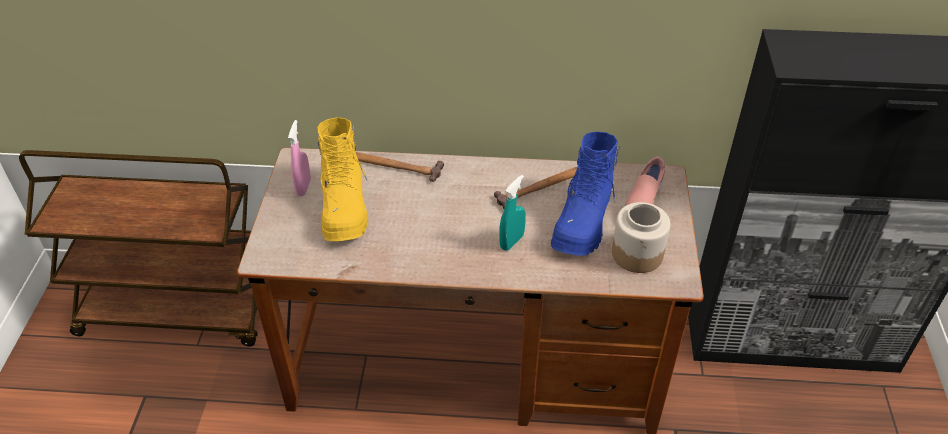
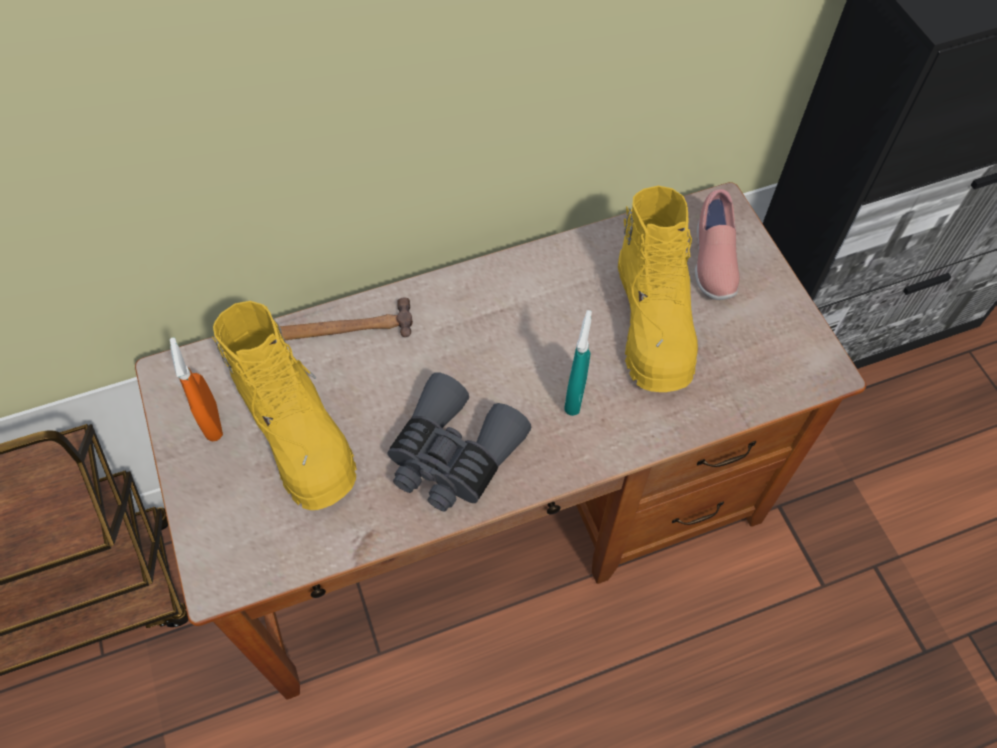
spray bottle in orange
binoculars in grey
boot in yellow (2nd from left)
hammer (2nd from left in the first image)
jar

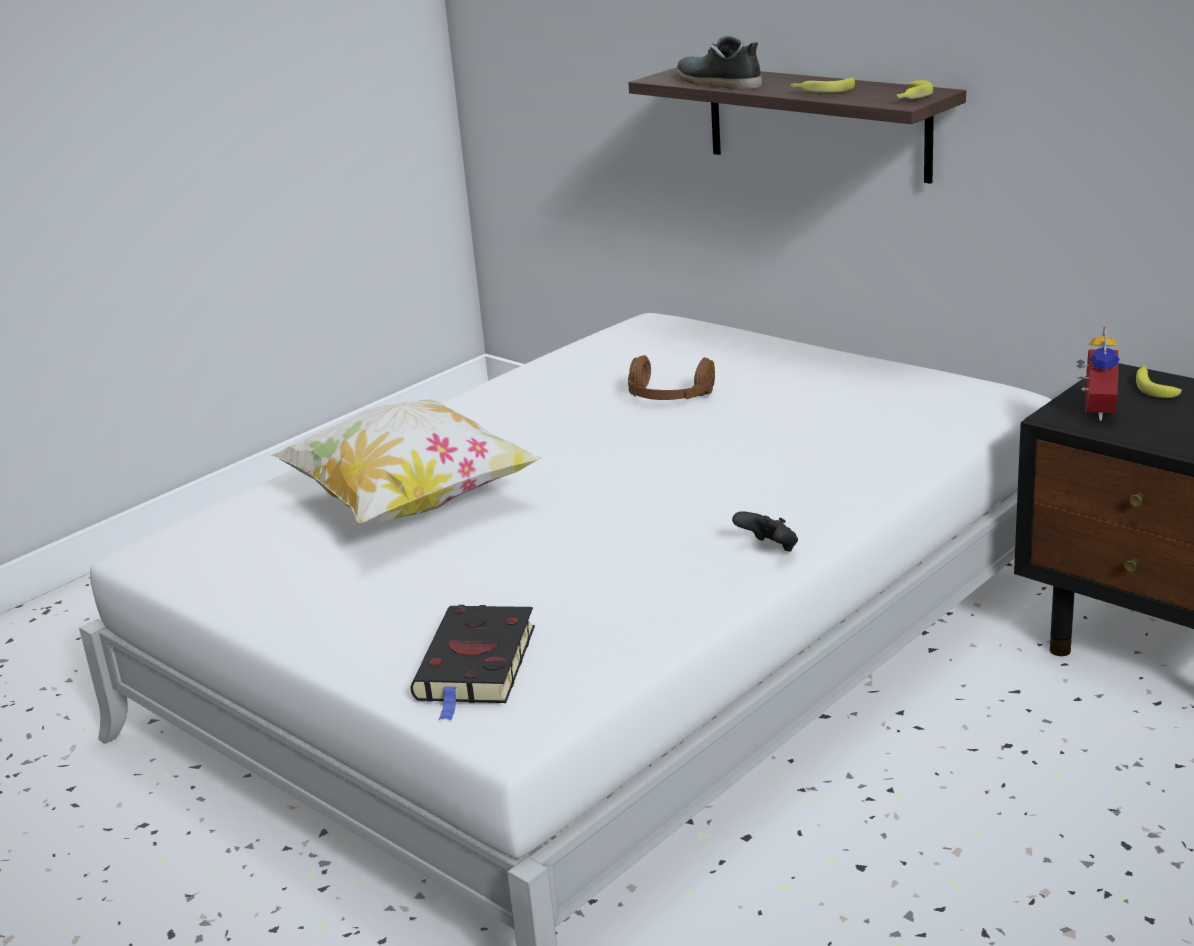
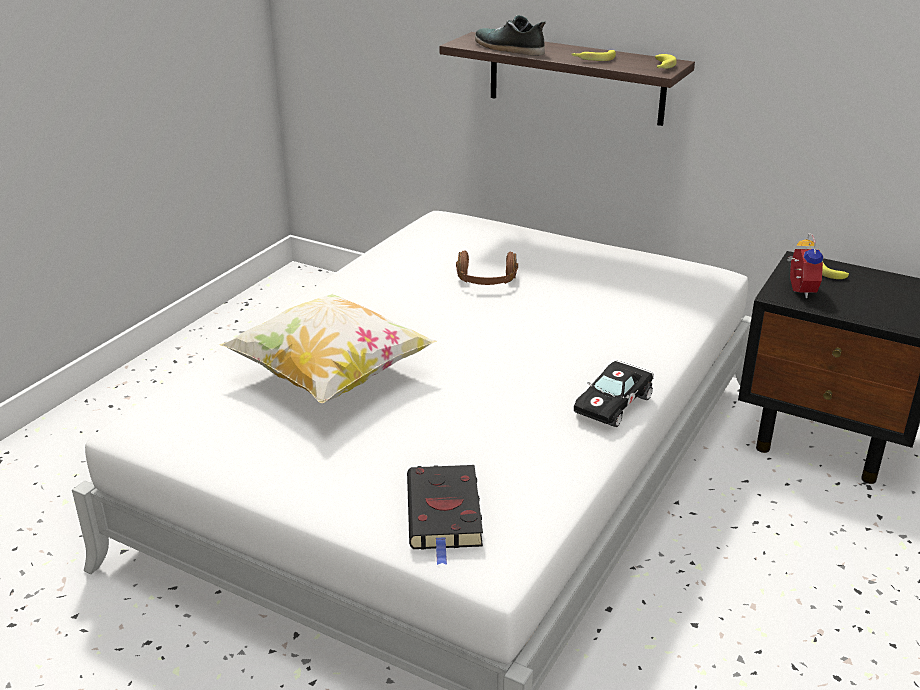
toy car in black

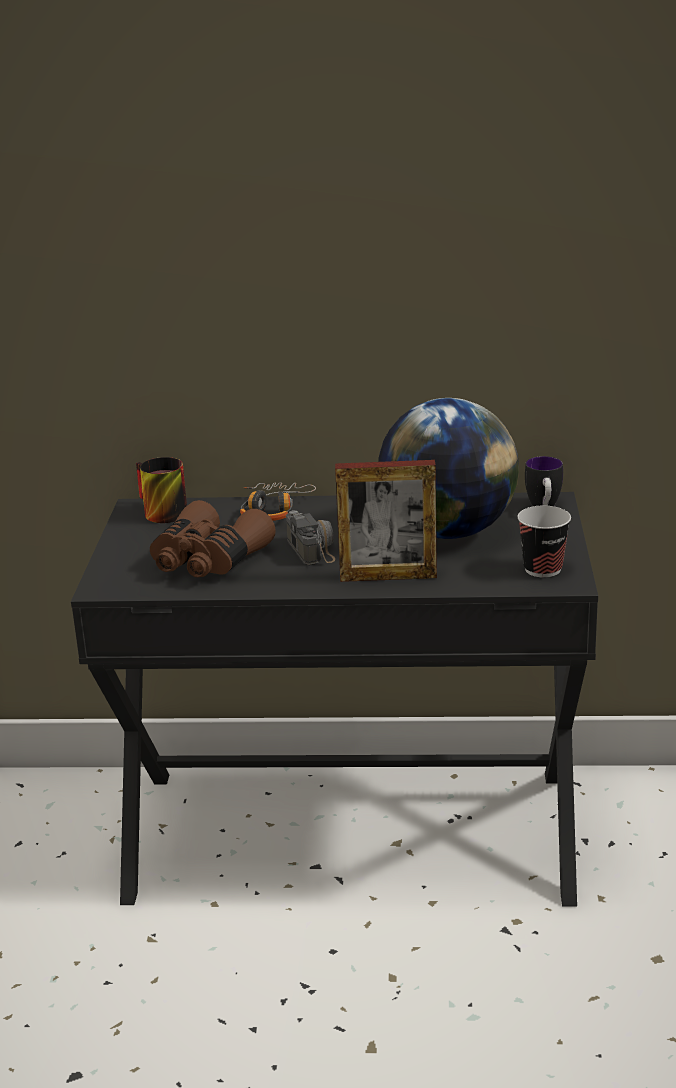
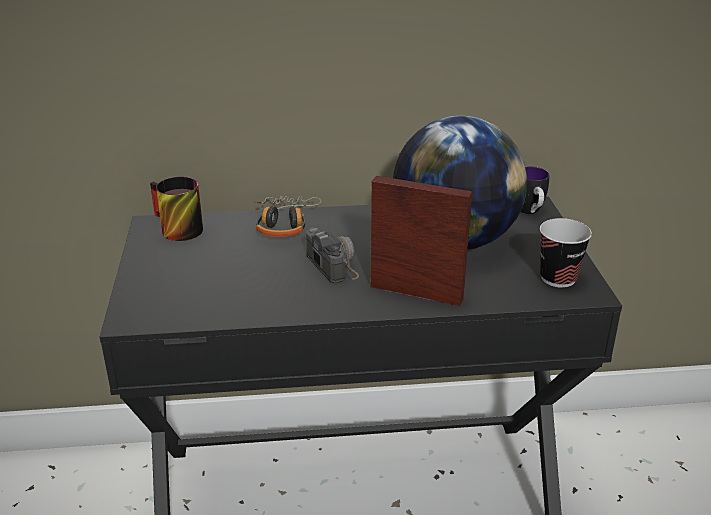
picture frame
binoculars in brown

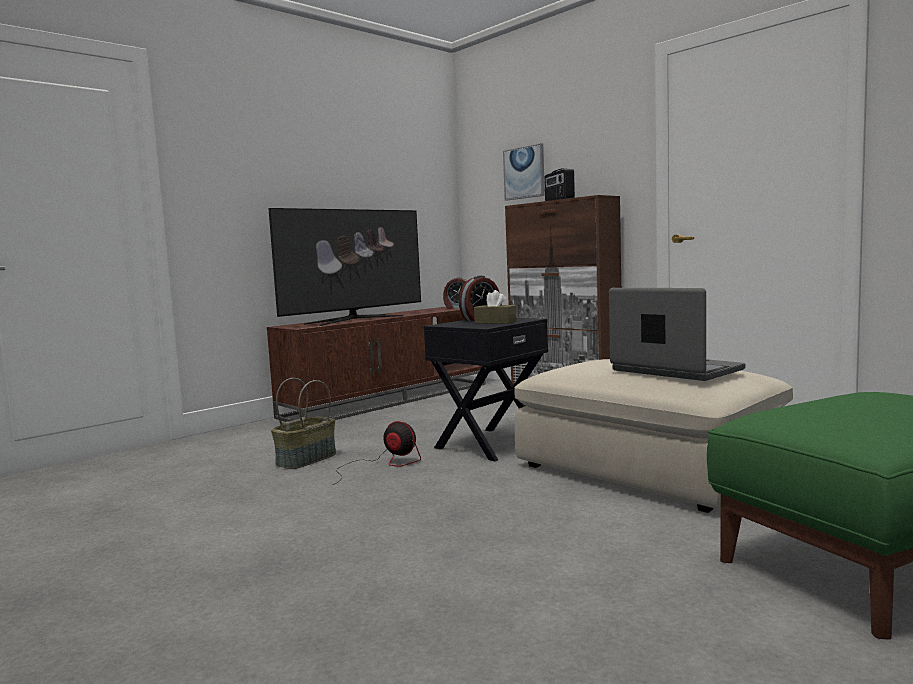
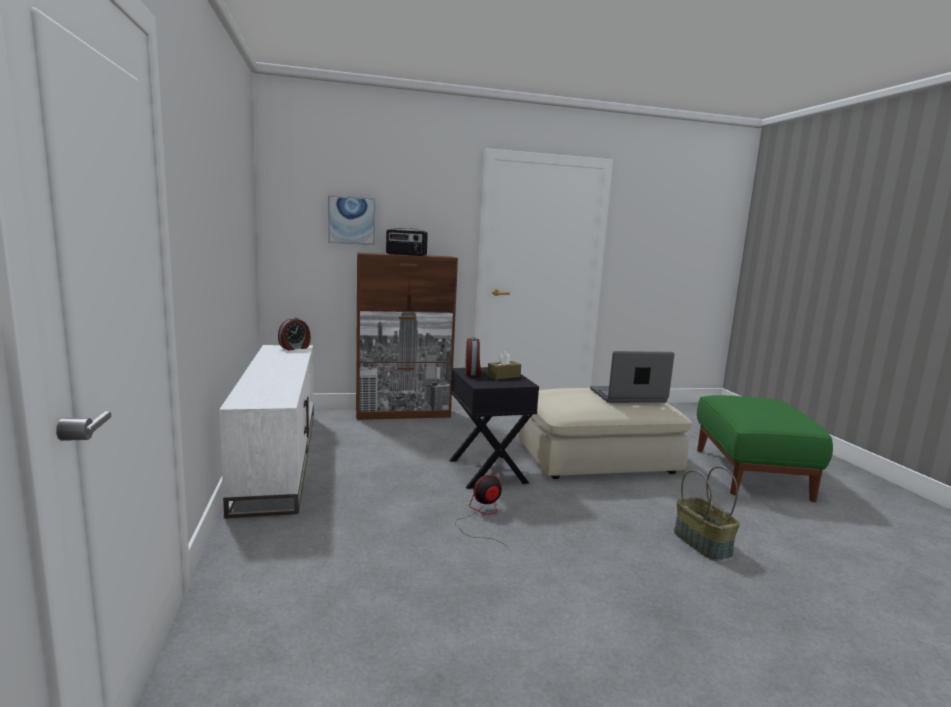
tv stand in white
basket
television

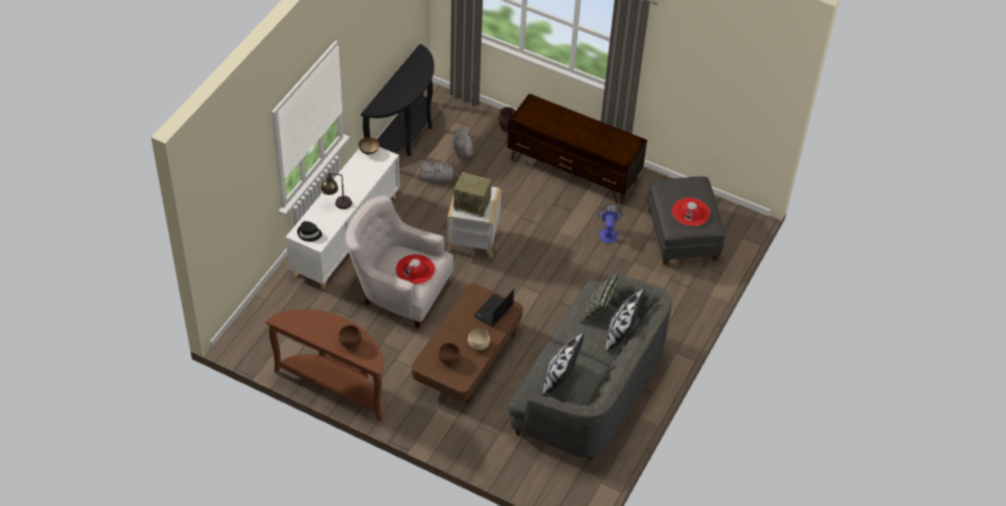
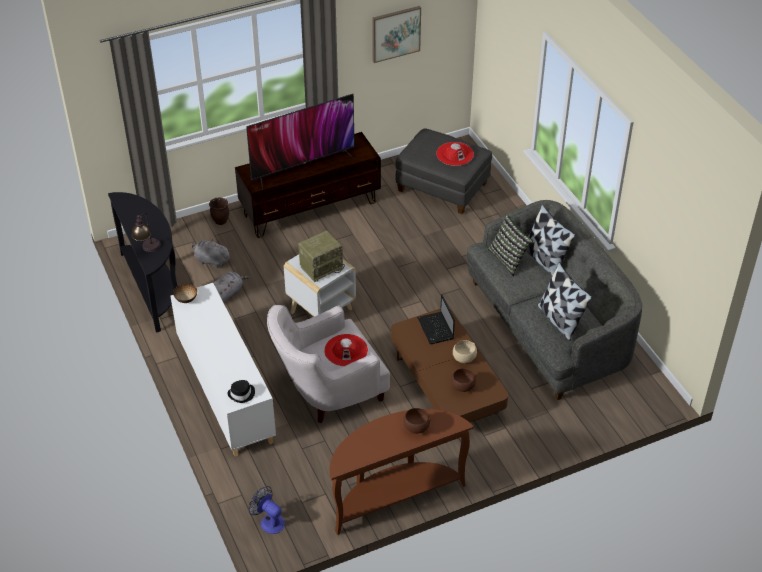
table lamp
television
fan
picture

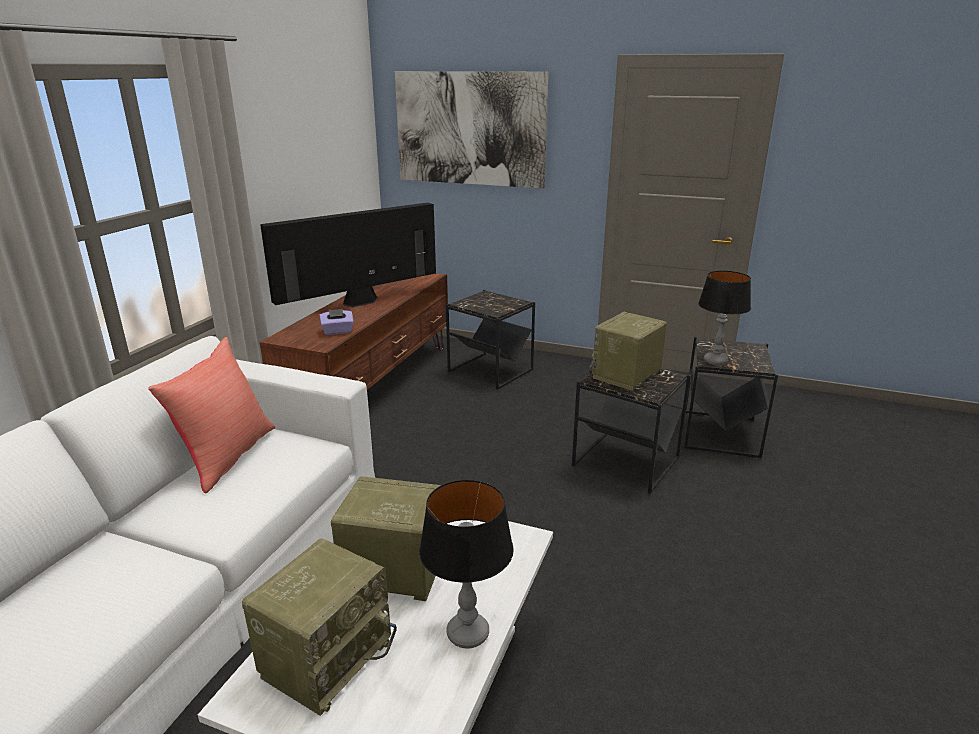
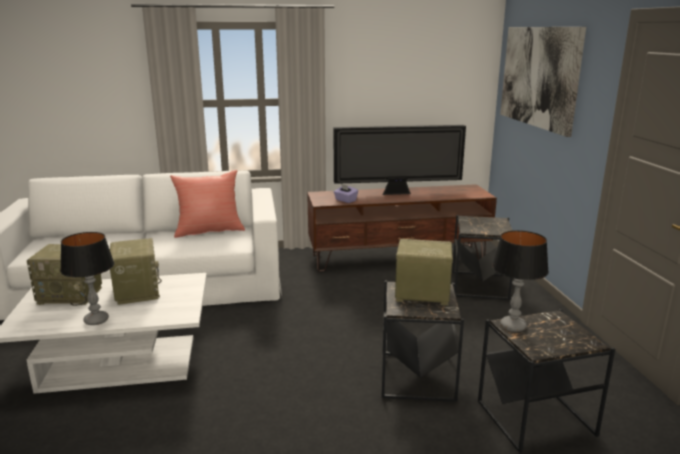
television

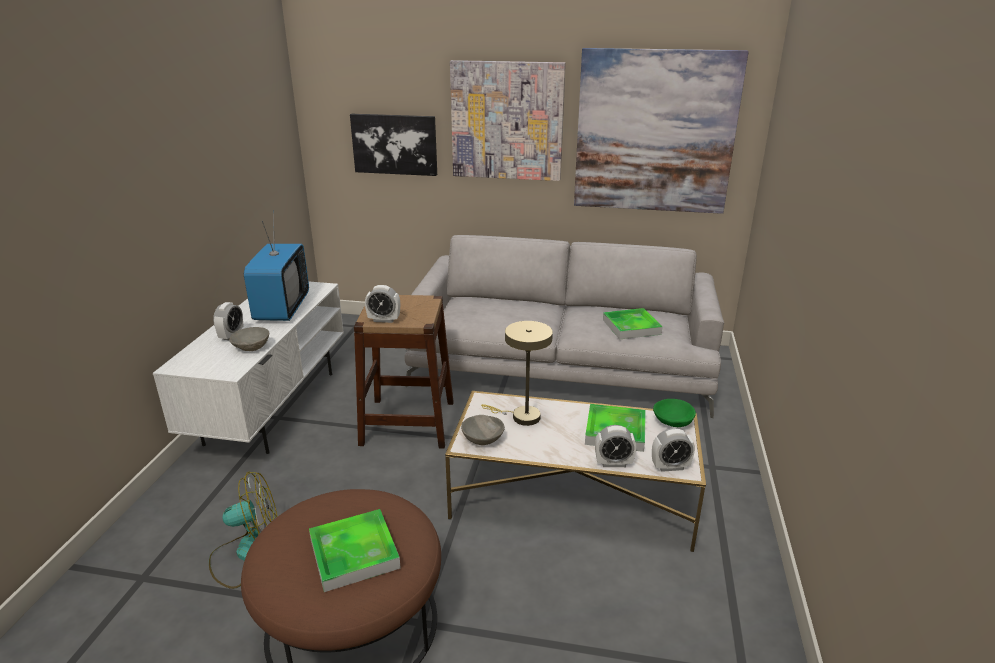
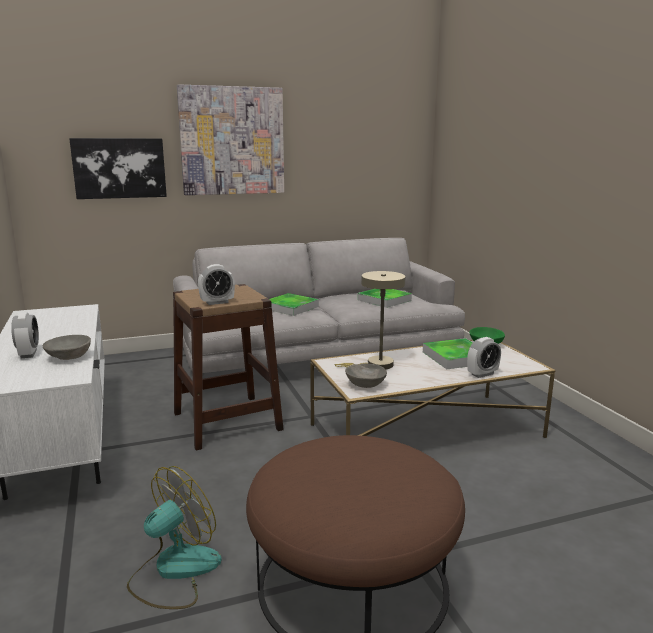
tray (1st from left)
television
picture (3rd from left in the first image)
alarm clock (4th from left in the first image)

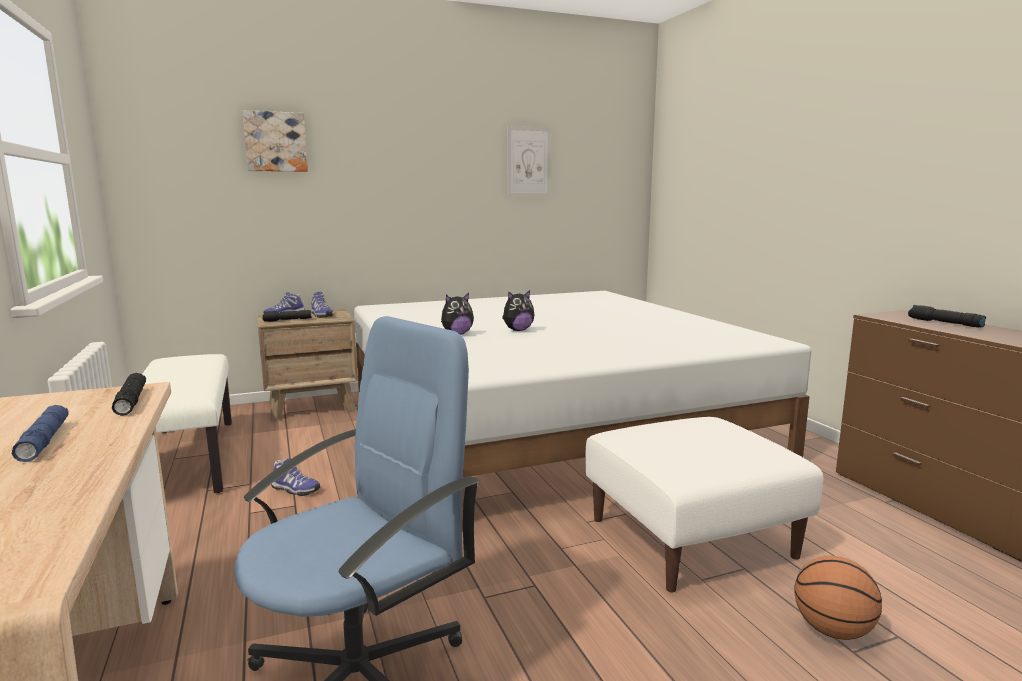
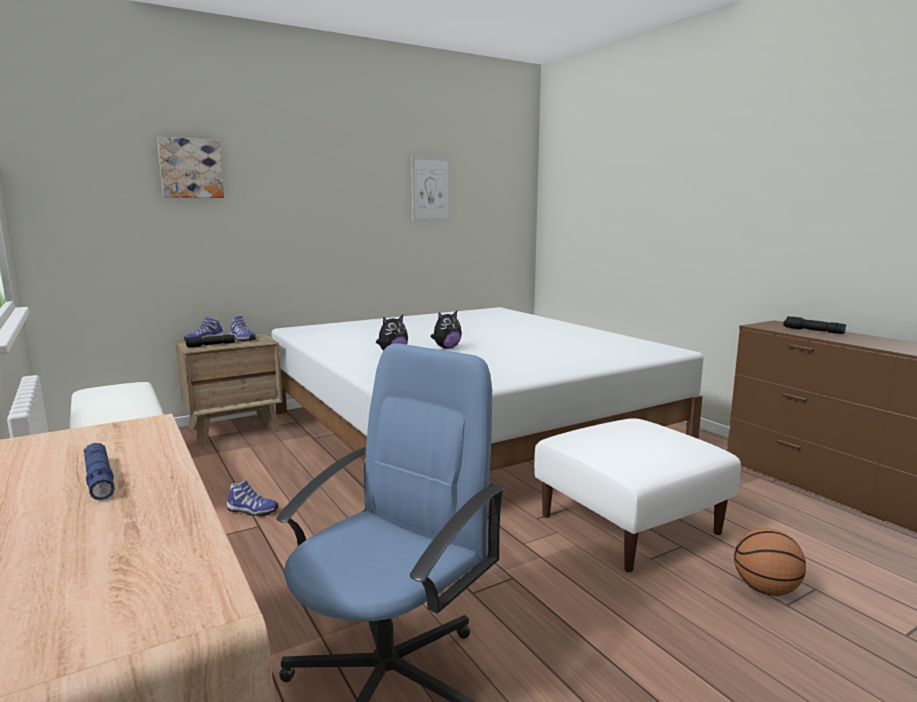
flashlight in black (1st from left in the first image)

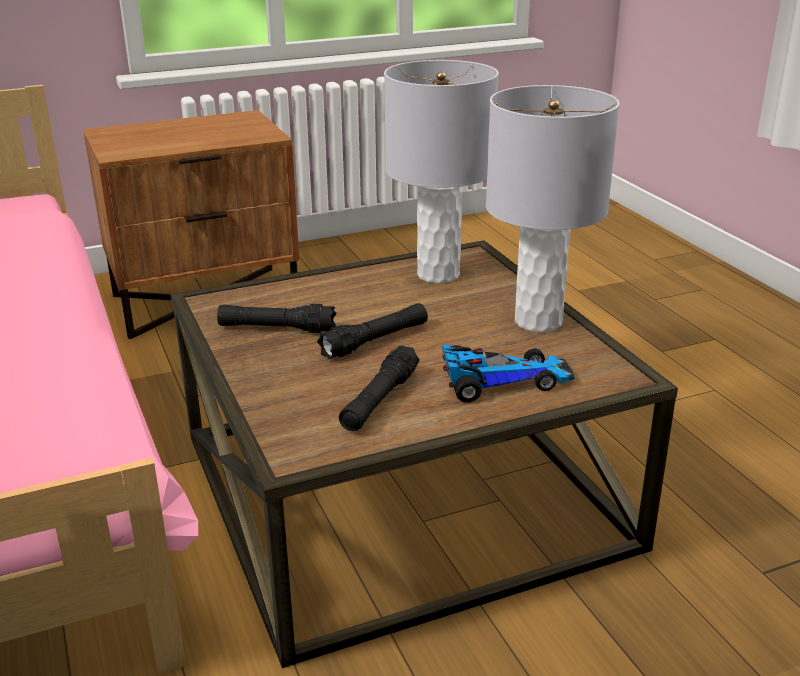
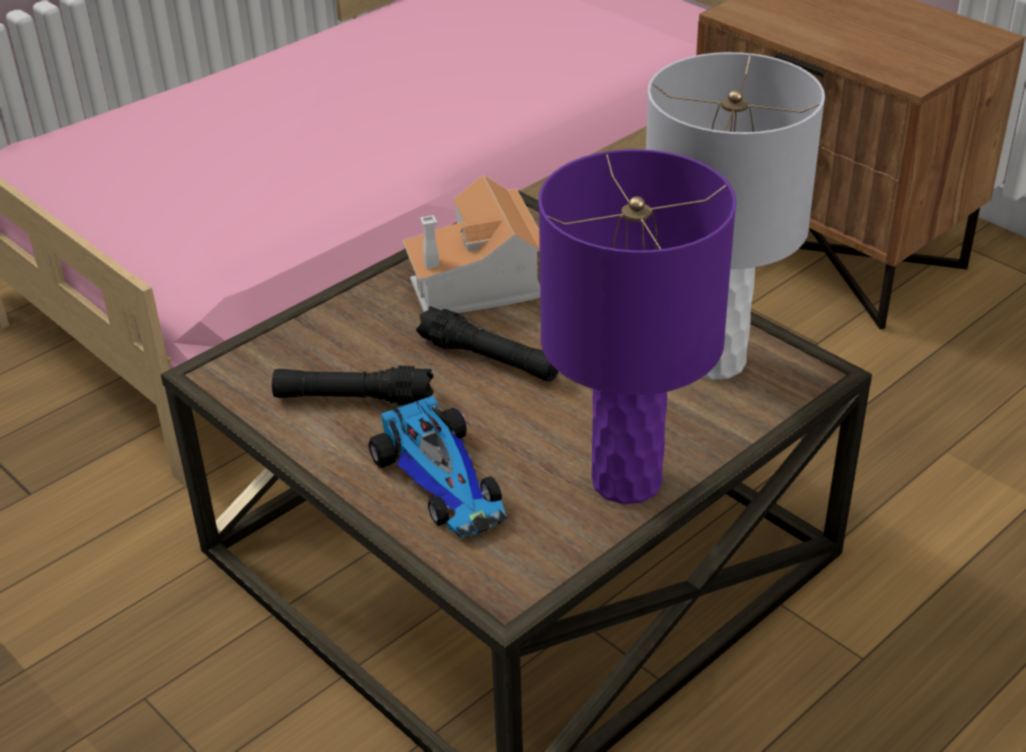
toy house
table lamp in purple

